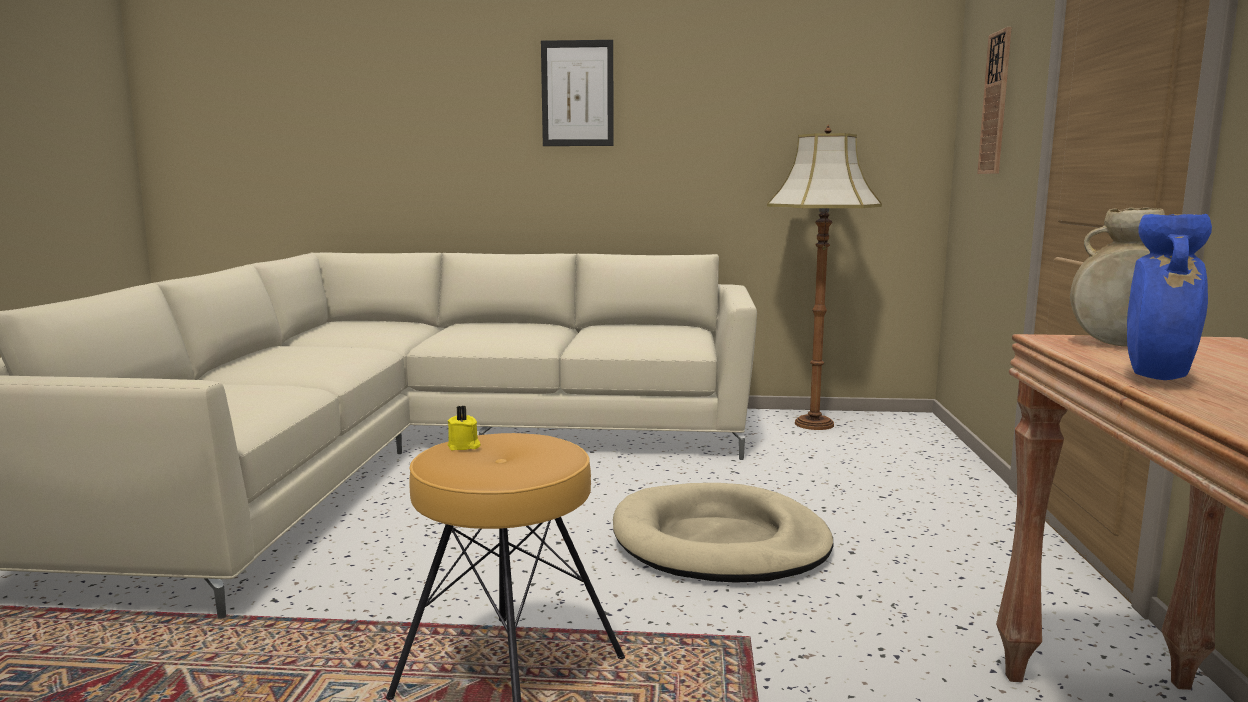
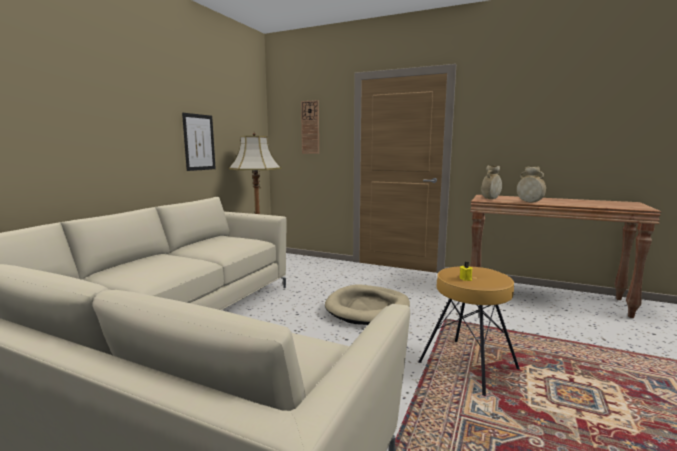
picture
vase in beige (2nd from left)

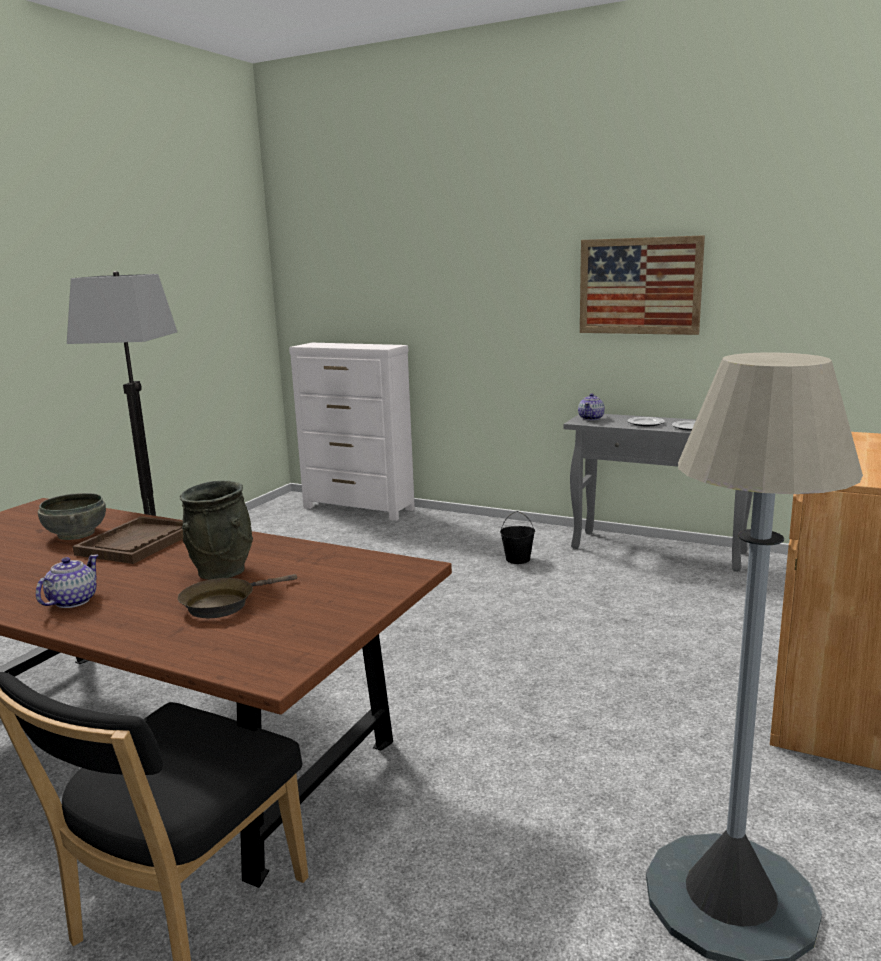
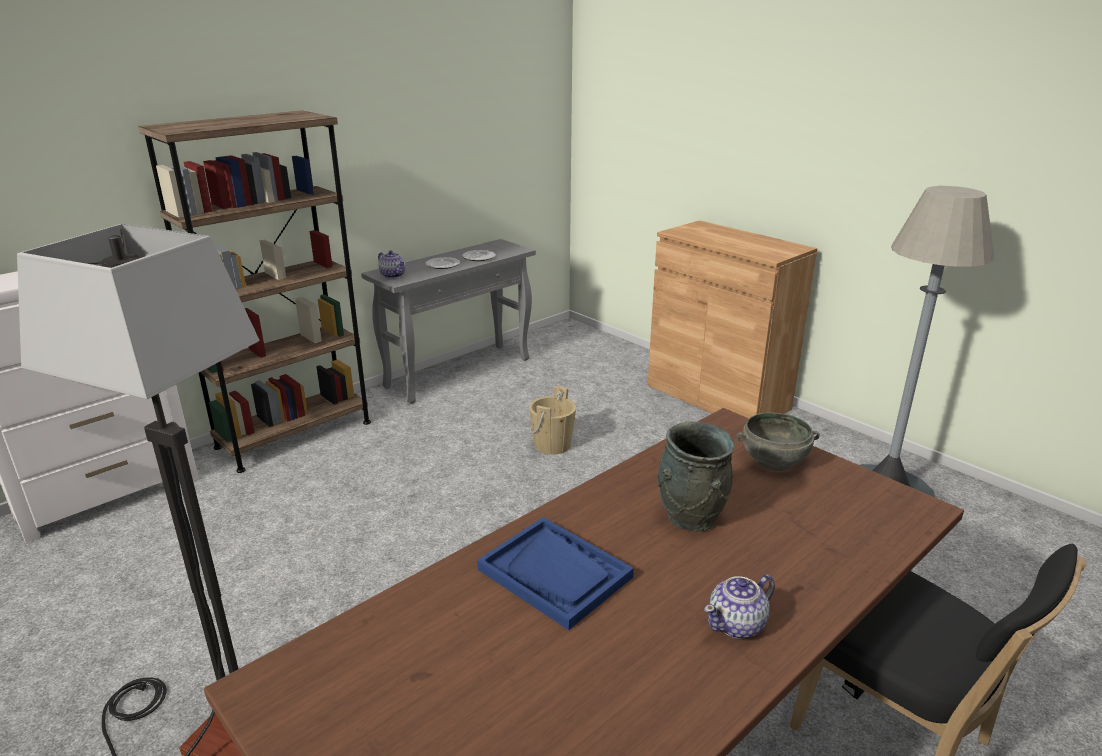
bookcase in brown
tray in blue
bucket in beige
teapot (2nd from left)
bowl in grey
frying pan in brown
bucket in black
picture

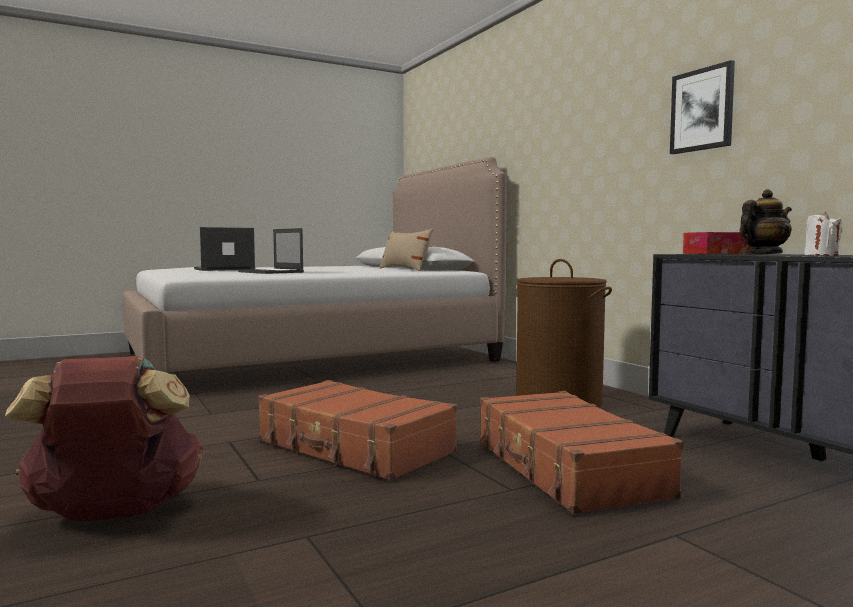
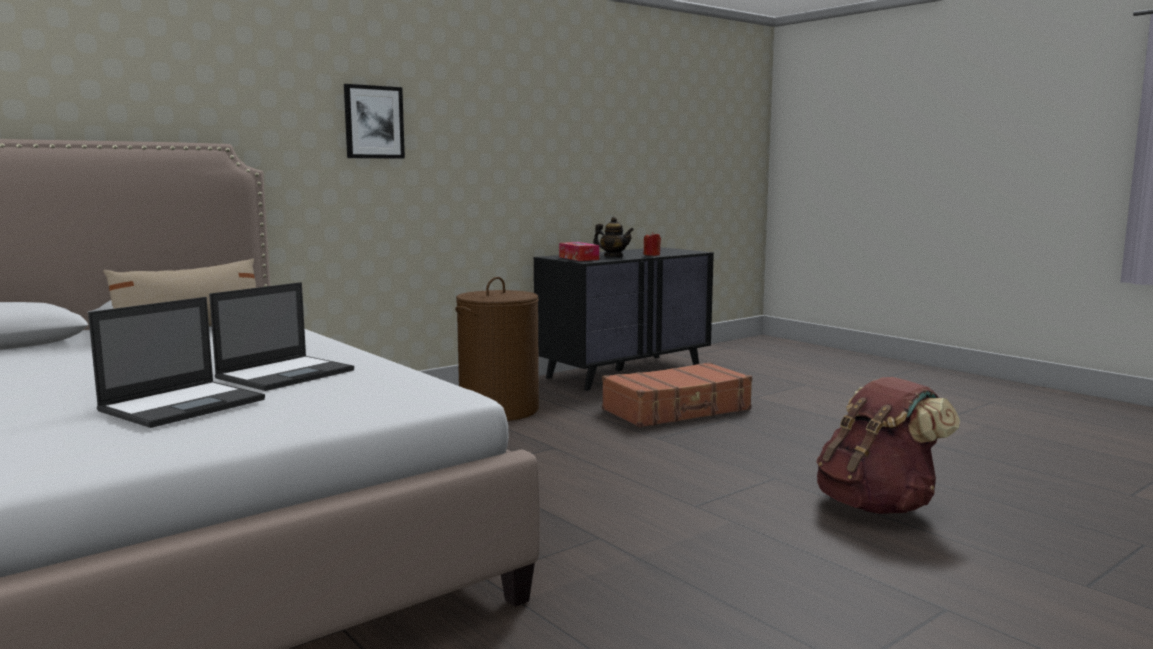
laptop (1st from left)
picture
teapot
candle in red
suitcase in brown (1st from left in the first image)

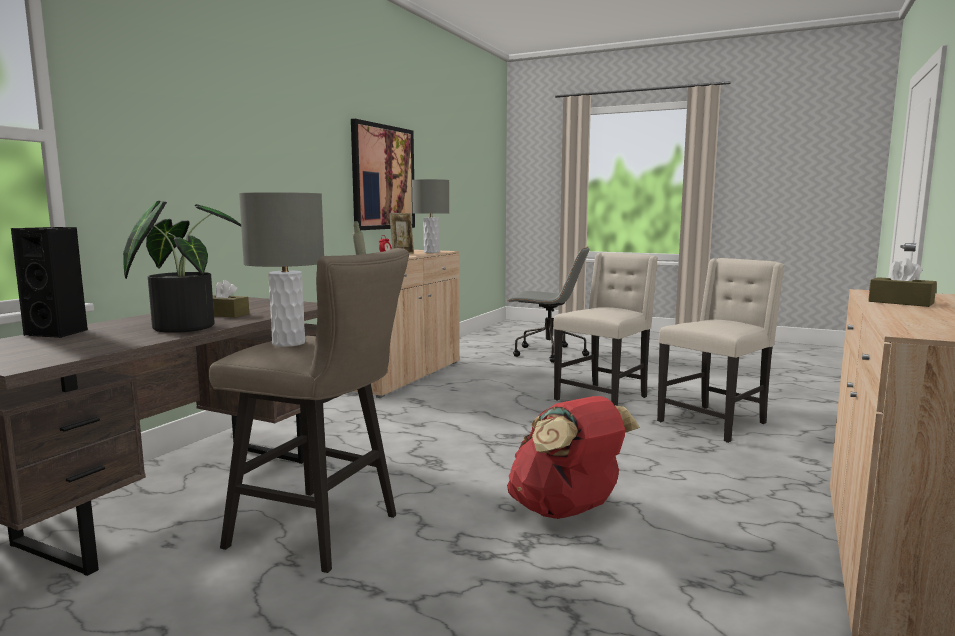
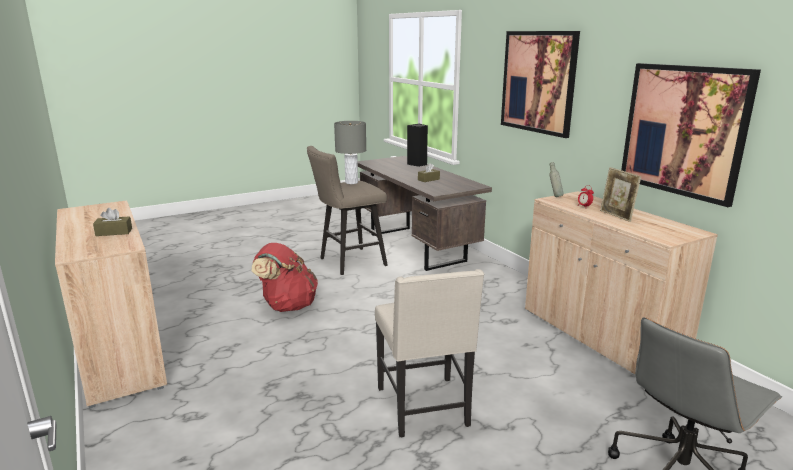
picture (1st from left)
potted plant
table lamp in grey (2nd from left in the first image)
chair in beige (2nd from left in the first image)

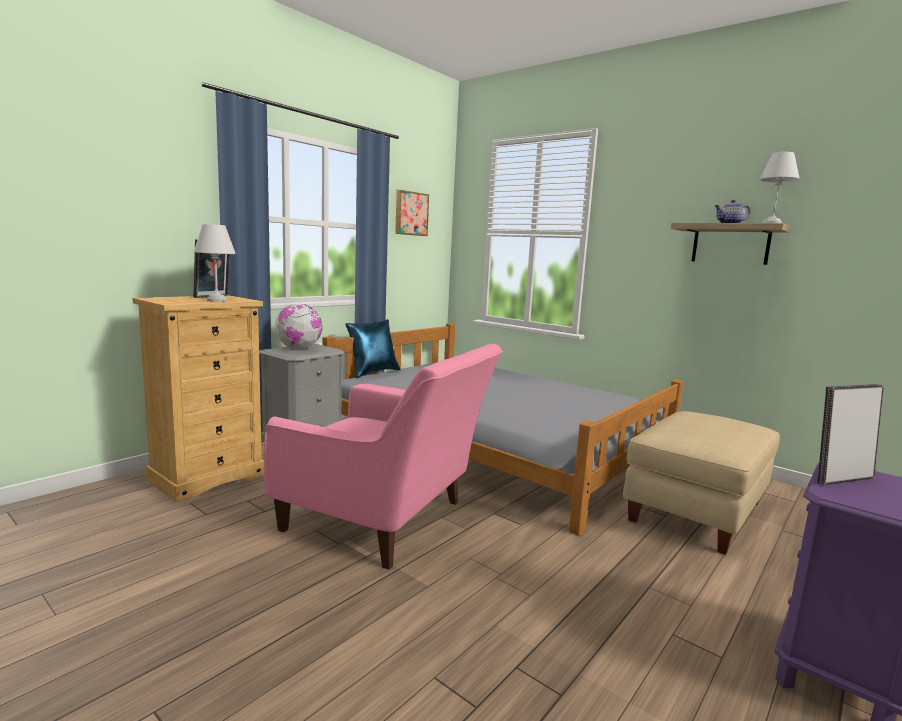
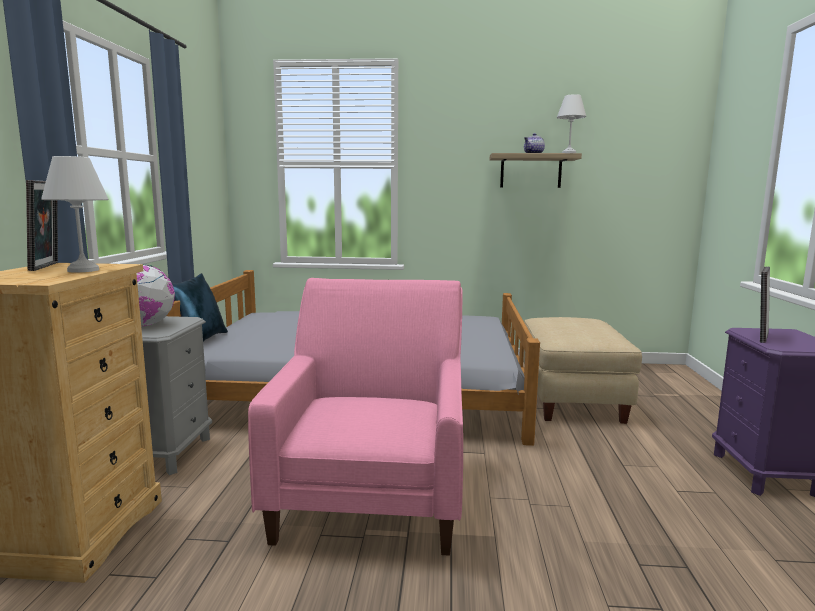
armchair in pink
picture

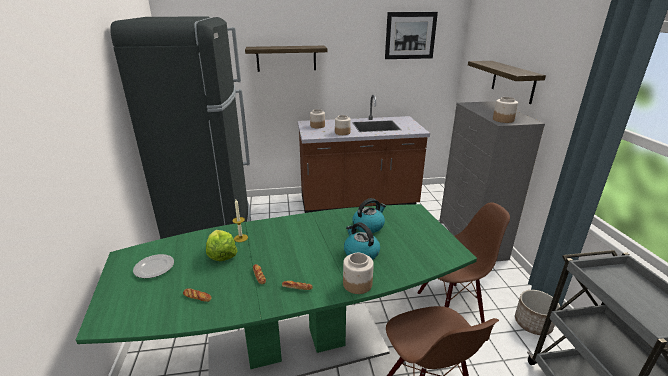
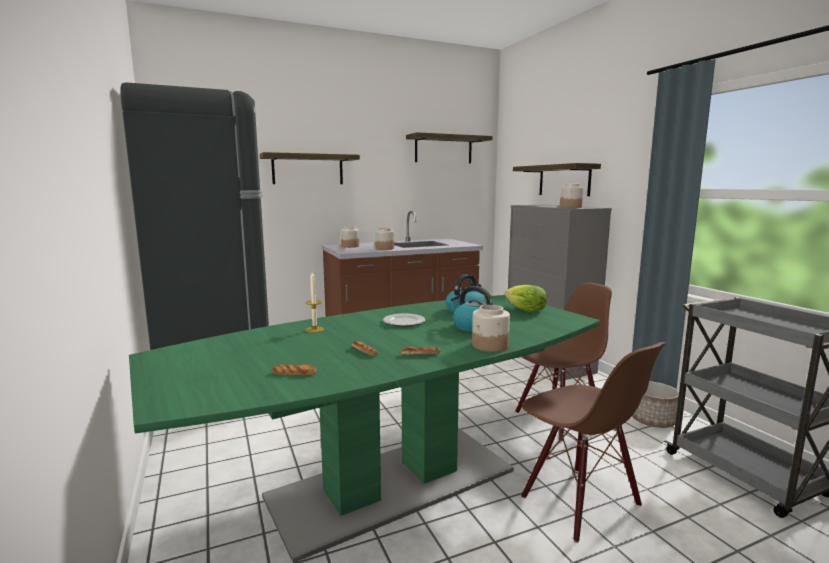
plate
shelf (2nd from left)
lettuce

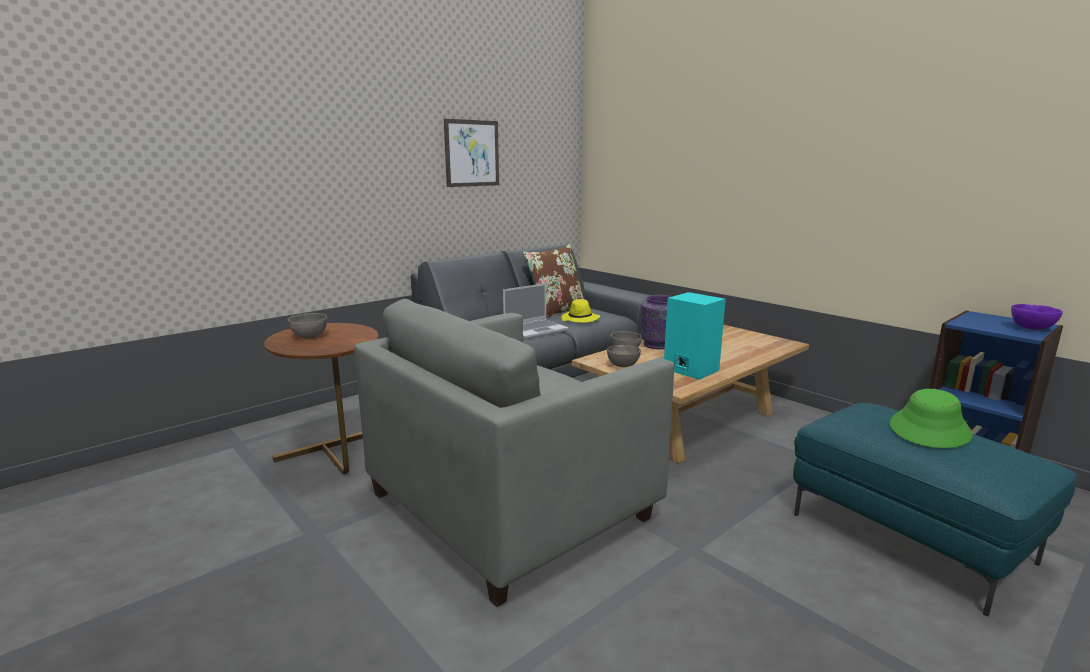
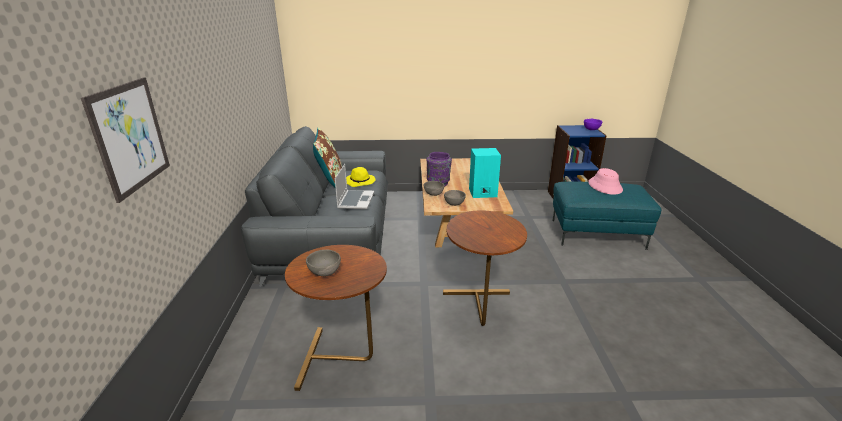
picture
side table in brown (2nd from left)
hat in pink

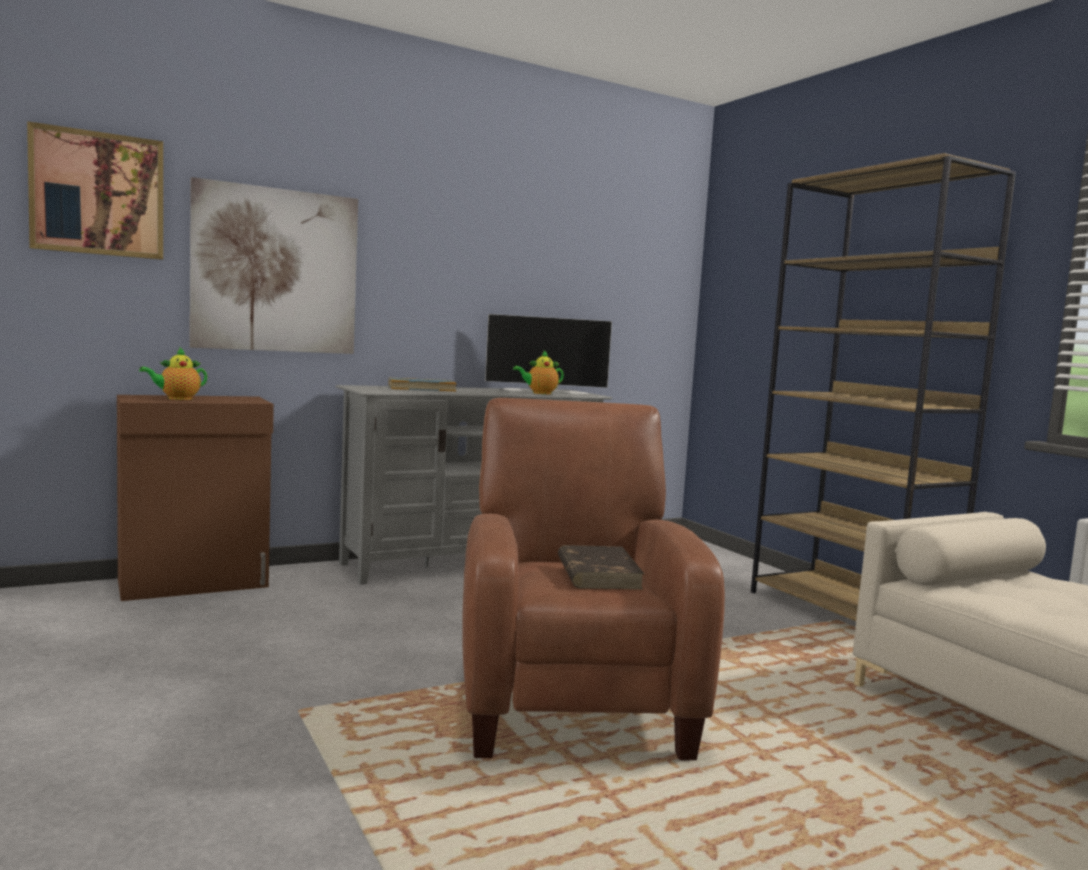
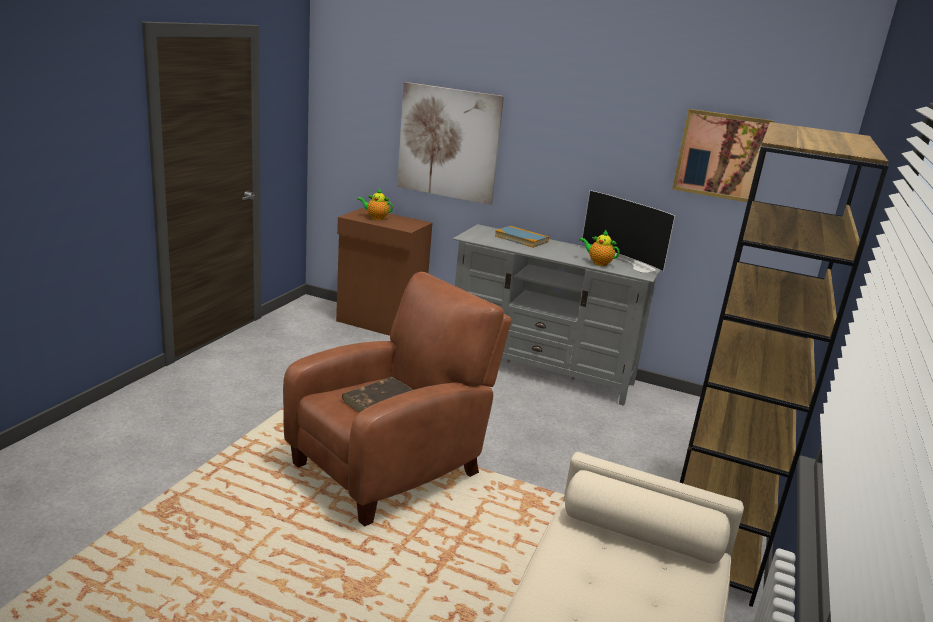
picture (2nd from left)

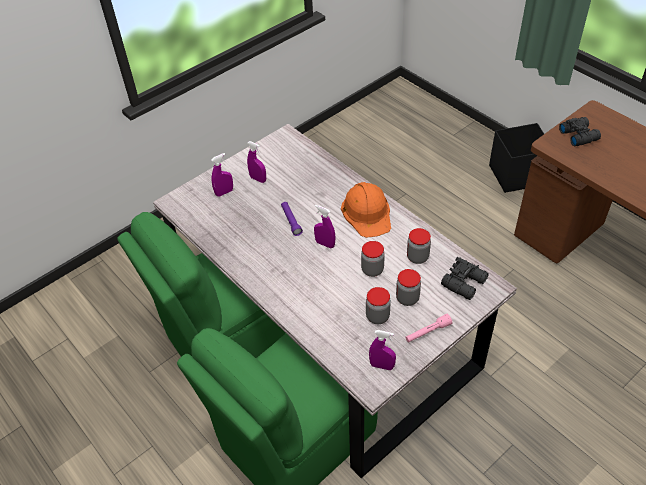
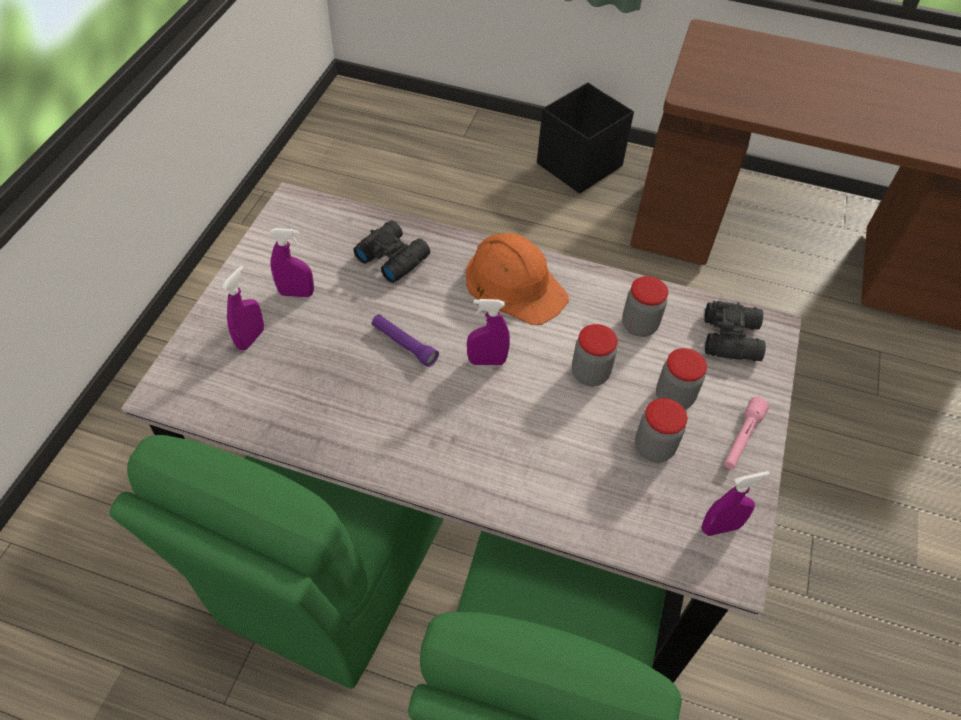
binoculars in black (1st from left)

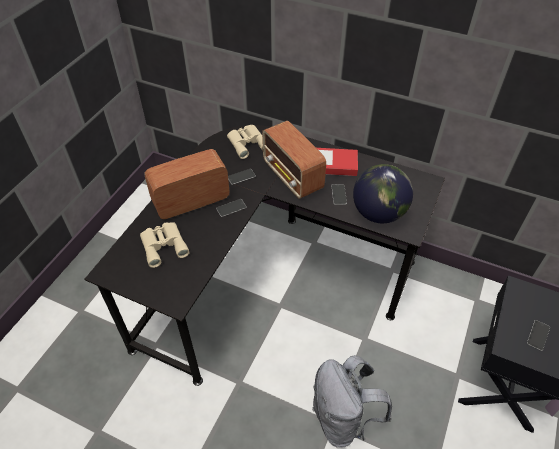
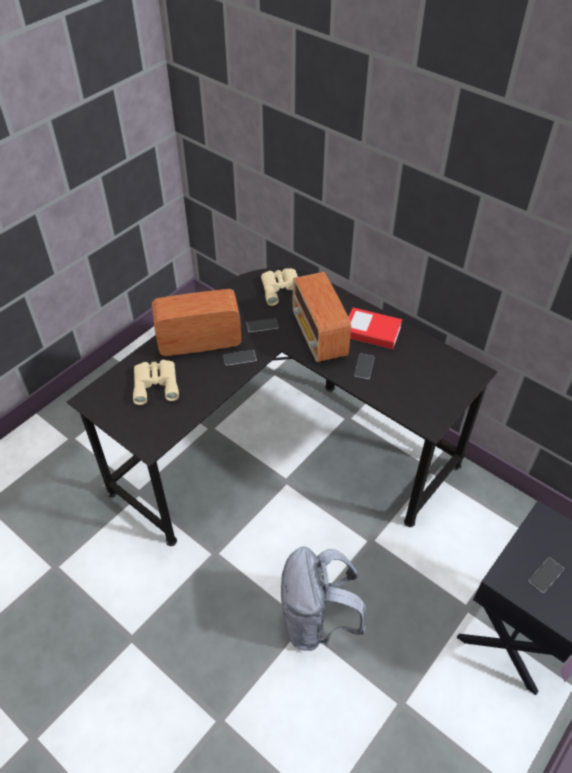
globe

